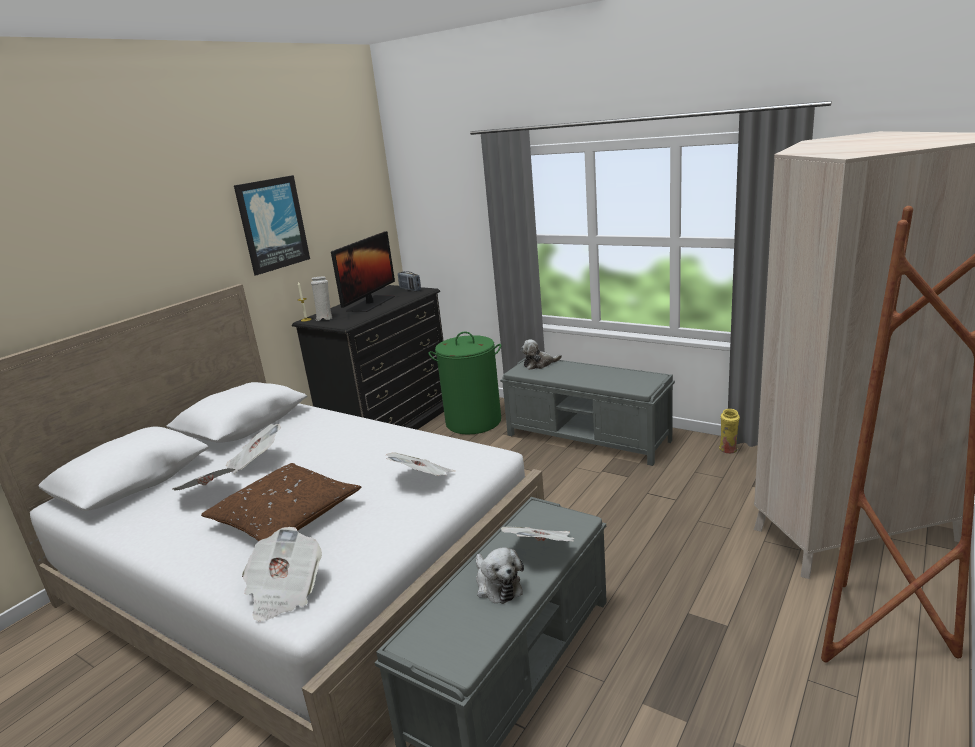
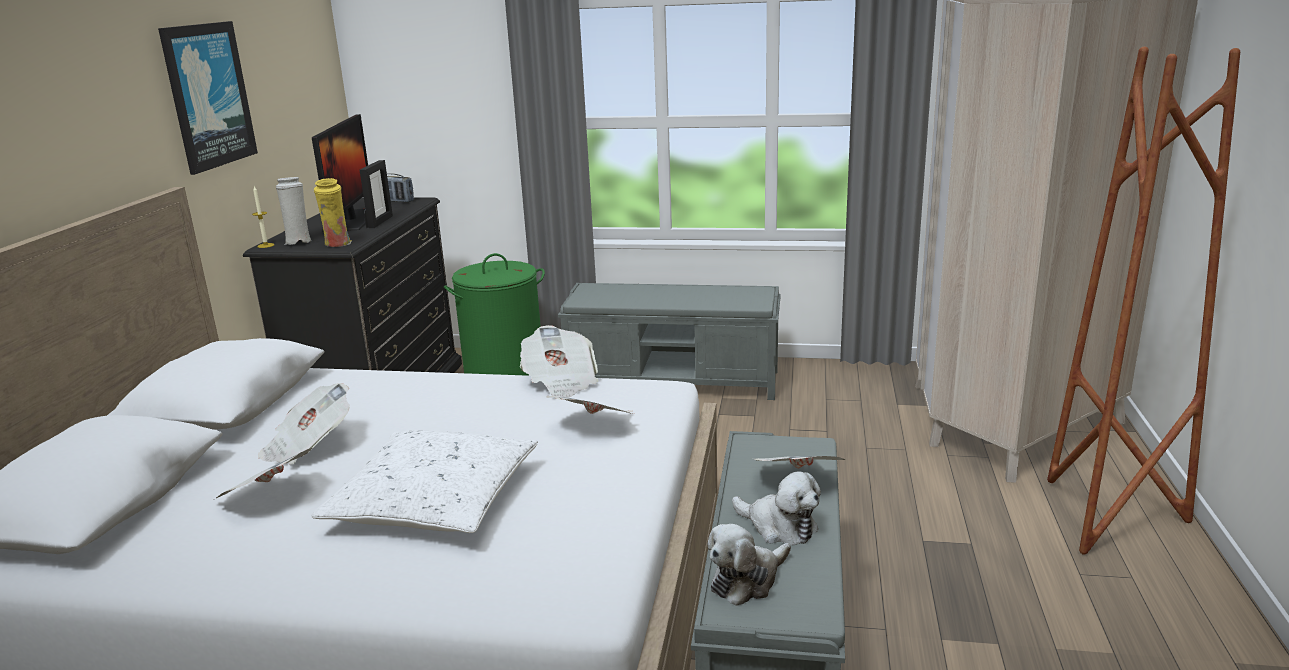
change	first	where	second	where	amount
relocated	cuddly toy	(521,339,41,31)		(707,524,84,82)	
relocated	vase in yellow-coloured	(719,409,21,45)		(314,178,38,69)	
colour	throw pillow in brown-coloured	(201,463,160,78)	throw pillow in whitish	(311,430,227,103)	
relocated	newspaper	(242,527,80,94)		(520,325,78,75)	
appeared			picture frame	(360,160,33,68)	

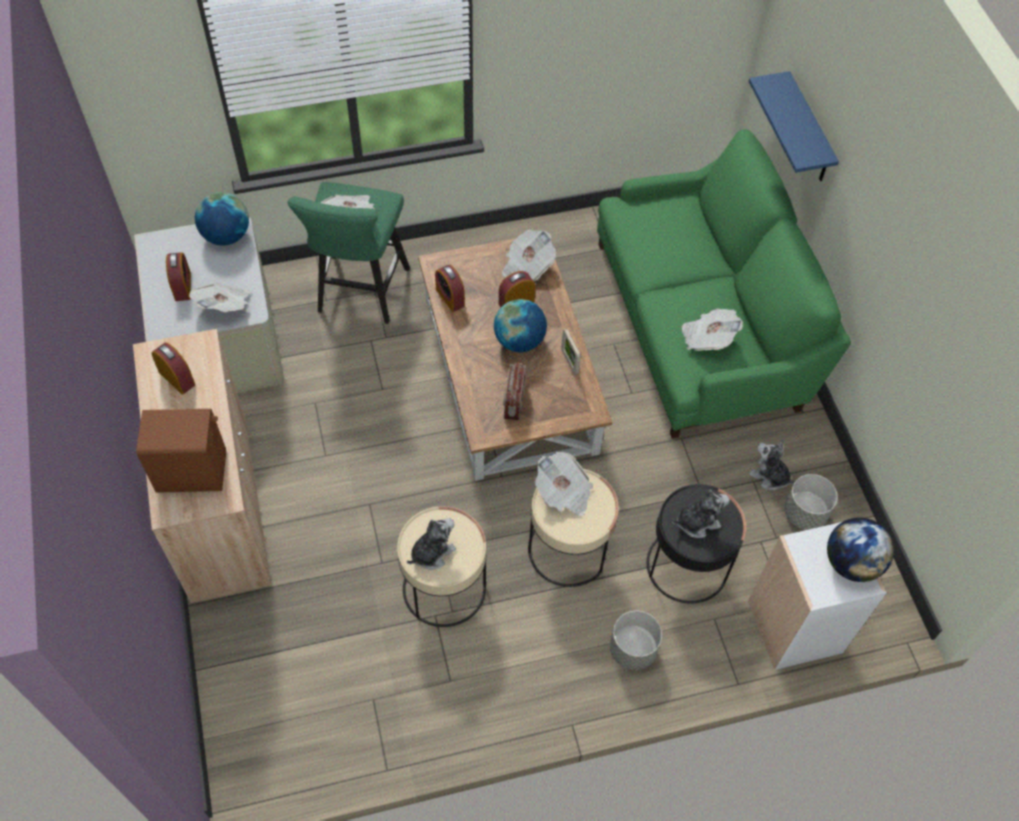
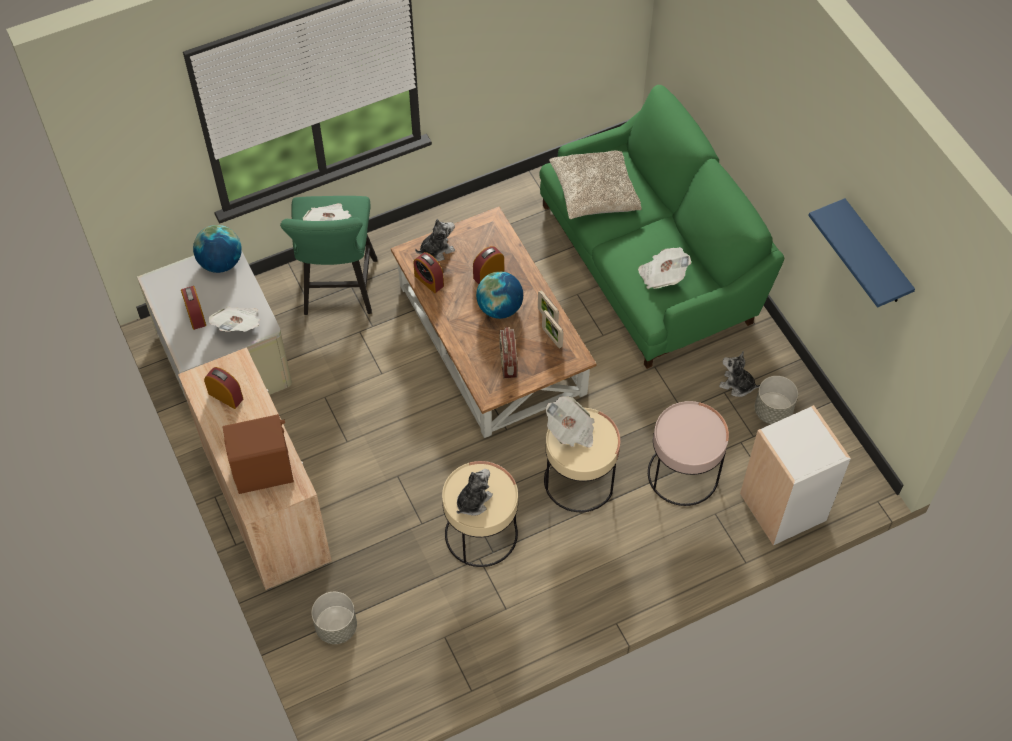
change	first	where	second	where	amount
relocated	bracket shelf in blue-coloured	(749,71,90,110)		(808,198,107,109)	
missing	newspaper	(502,229,54,52)			
colour	accent table in black	(646,484,100,120)	accent table in pinkish	(648,401,81,105)	
relocated	cuddly toy	(672,489,58,49)		(415,219,40,42)	
missing	world globe	(827,517,67,65)			
relocated	plant pot in greyish	(610,610,52,60)		(311,592,46,52)	
appeared			throw pillow in sand-coloured	(549,151,93,68)	
appeared			picture frame	(542,310,22,39)	

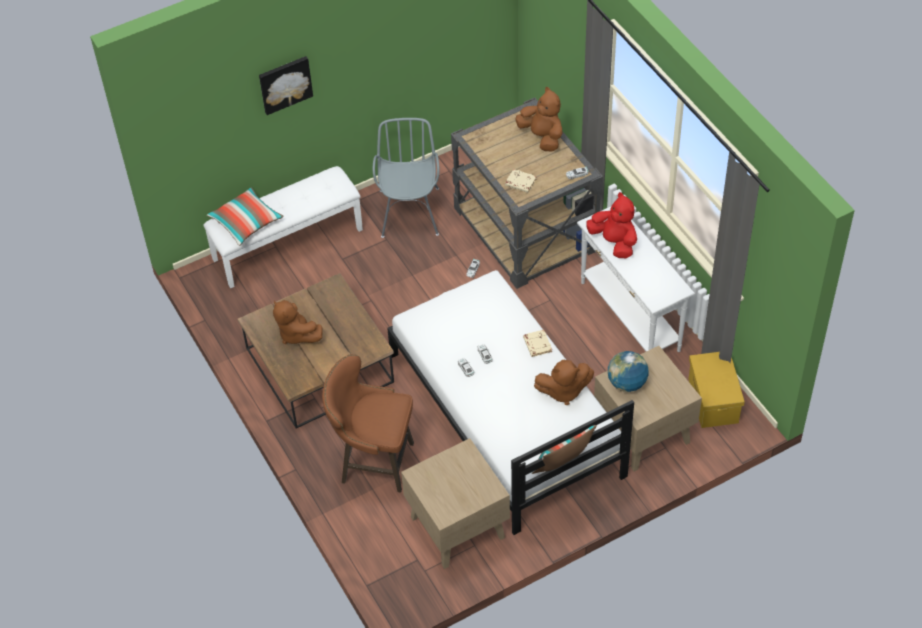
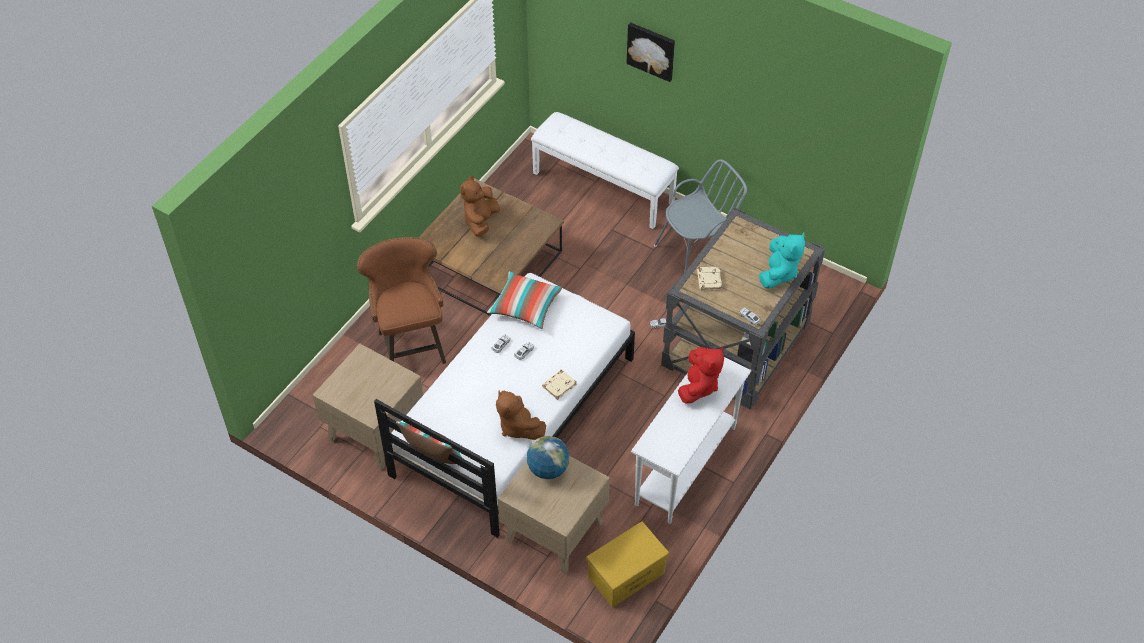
change	first	where	second	where	amount
colour	cuddly toy in brown-coloured	(515,87,48,64)	cuddly toy in turquoise	(759,233,46,55)	
relocated	throw pillow	(207,188,77,58)		(487,271,75,58)	

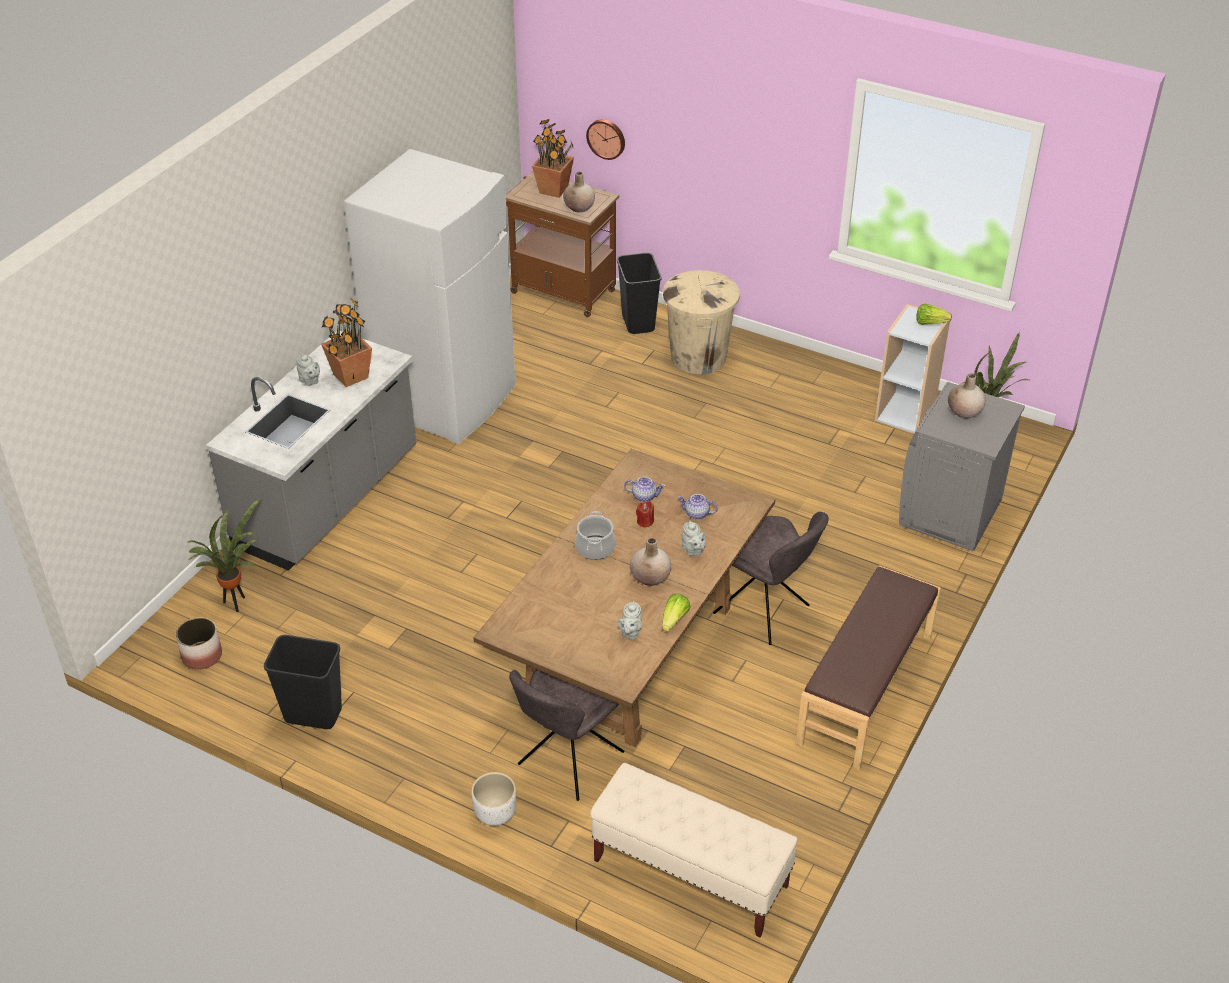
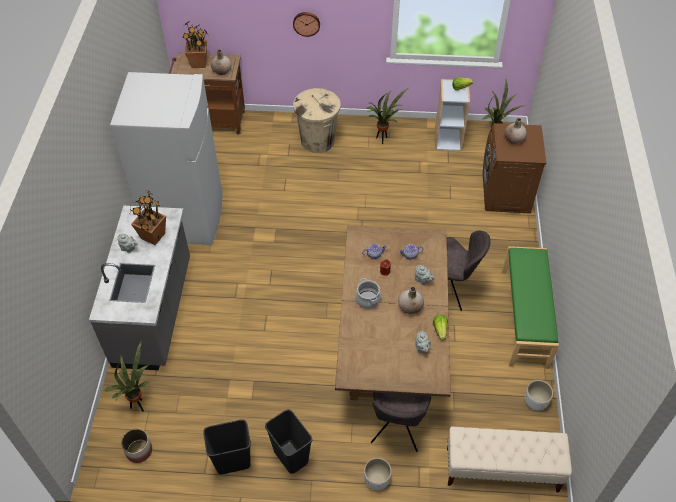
change	first	where	second	where	amount
relocated	clock on the wall	(586,119,39,41)		(293,12,27,25)	
relocated	waste bin in black	(617,253,44,81)		(265,409,47,65)	
colour	laundry machine in greyish	(899,381,126,171)	laundry machine in brown-coloured	(483,123,63,91)	
colour	indoor bench in brown-coloured	(796,565,145,205)	indoor bench in green	(502,246,57,123)	
appeared			houseplant	(367,88,41,56)	
appeared			plant pot in whitish	(525,380,28,31)	

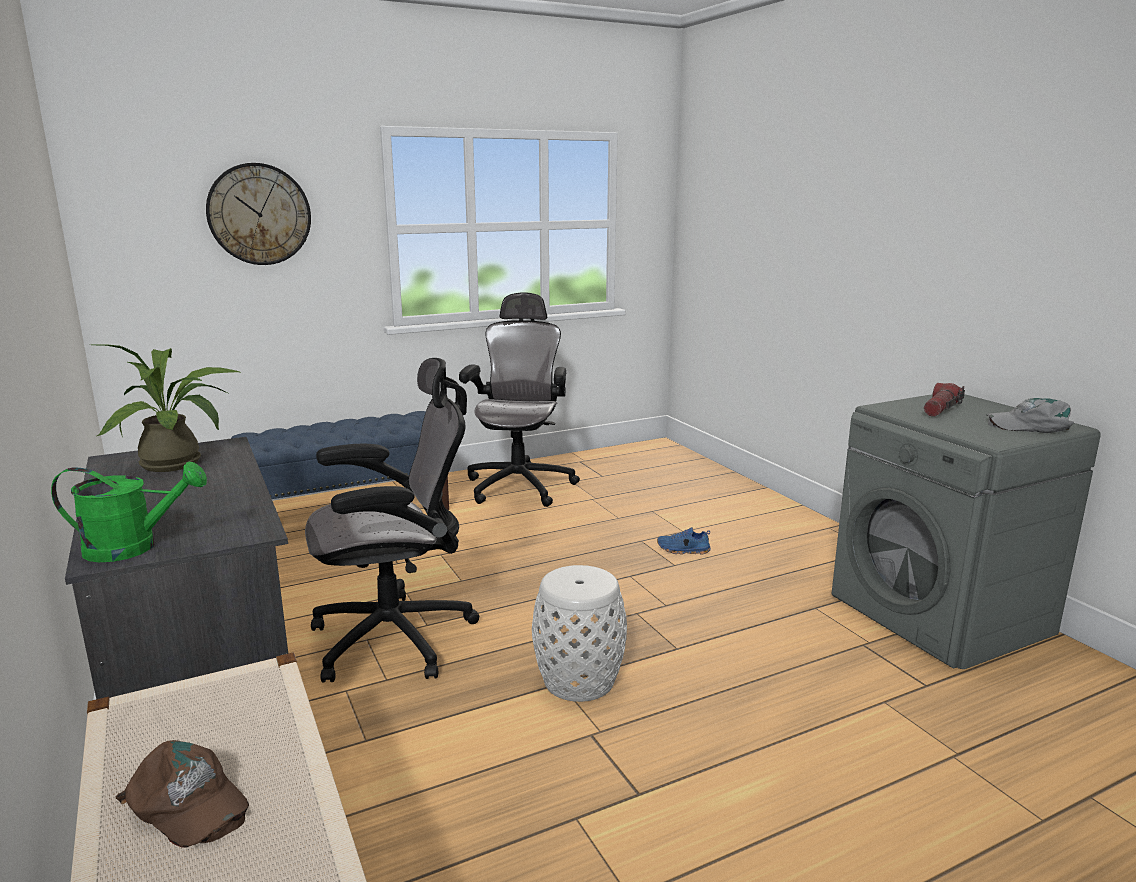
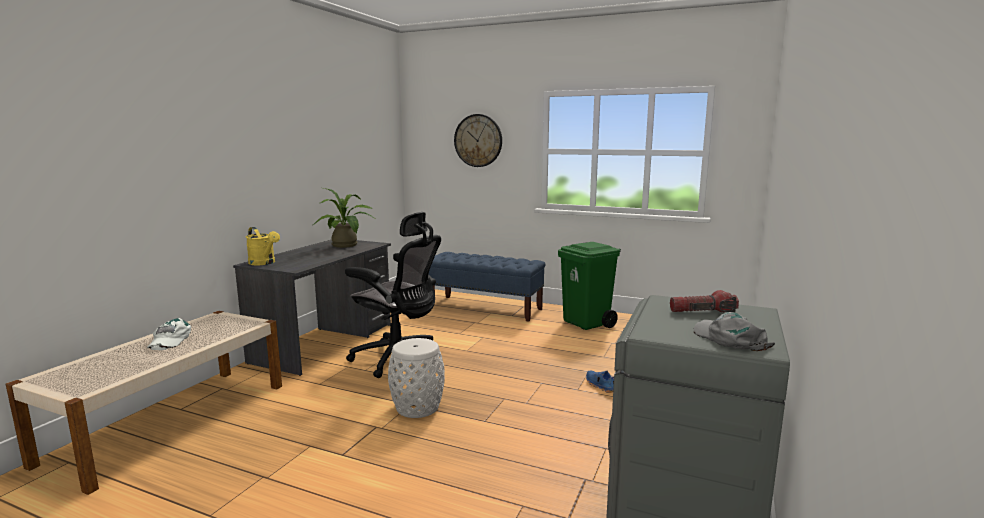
change	first	where	second	where	amount
exchanged	office chair	(459,292,121,215)	waste bin in green	(558,242,63,88)	
colour	sprinkling can in green	(51,462,156,100)	sprinkling can in yellow-coloured	(246,227,34,38)	
colour	cap in brown-coloured	(116,740,133,108)	cap in whitish	(147,318,44,32)	

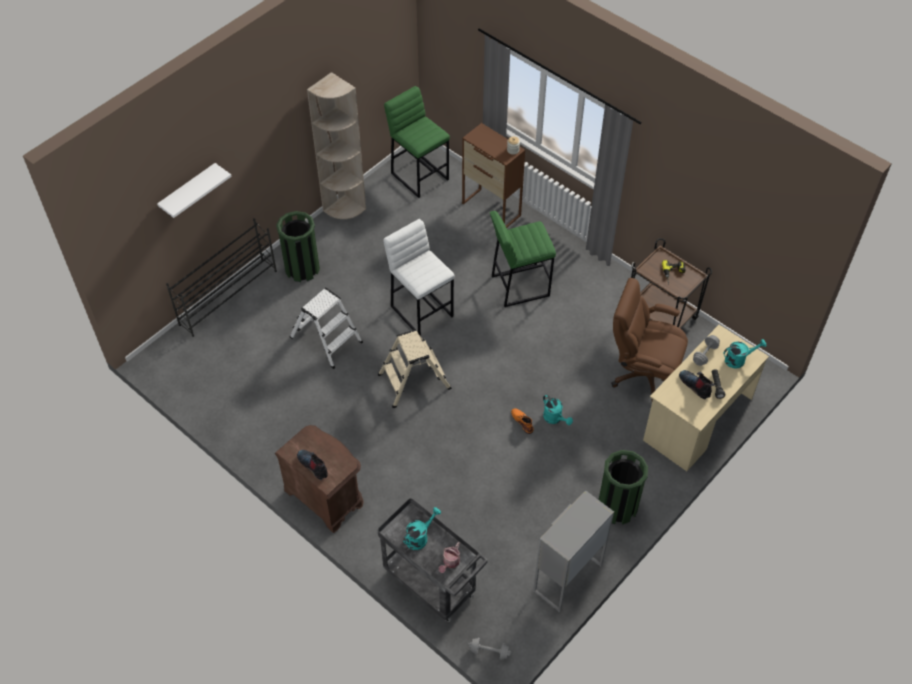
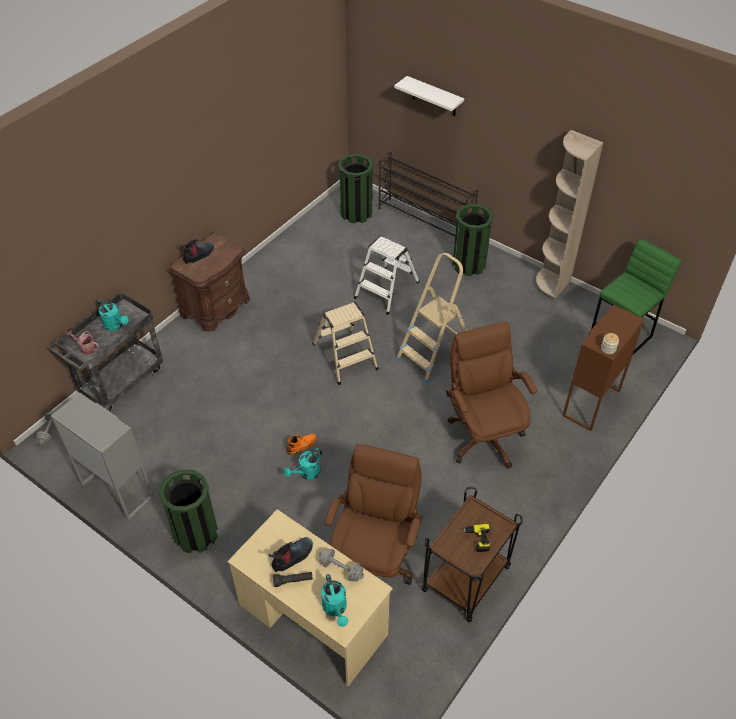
change	first	where	second	where	amount
exchanged	stool seat in green	(490,211,66,96)	office chair in brown-coloured	(446,322,91,146)	
exchanged	stool seat in whitish	(383,219,72,117)	step stool in sand-coloured	(396,253,71,130)	
appeared			waste bin in green	(338,154,36,70)	

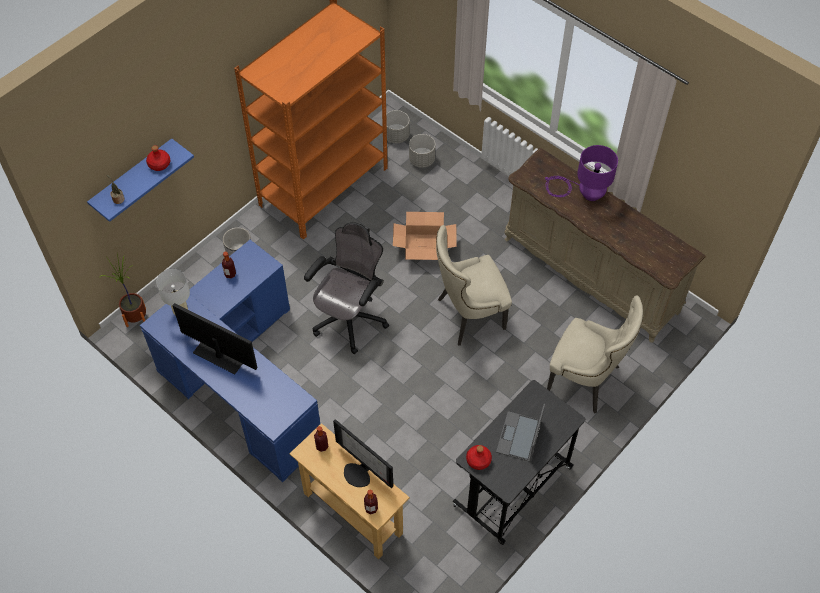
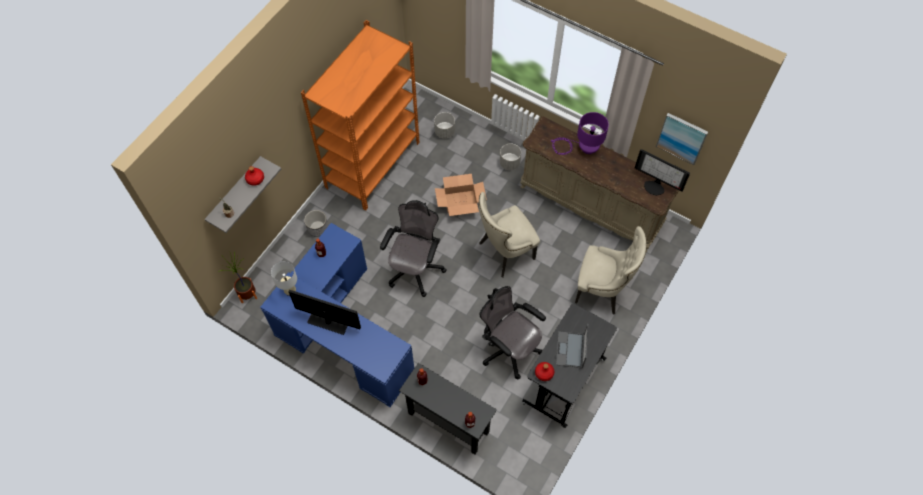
change	first	where	second	where	amount
relocated	plant pot in greyish	(386,110,23,33)		(500,144,21,26)	
colour	bracket shelf in blue-coloured	(87,138,107,84)	bracket shelf in greyish	(204,156,77,77)	
relocated	monitor	(333,419,60,69)		(635,149,55,46)	
colour	console table in sand-coloured	(290,423,120,136)	console table in black	(399,363,98,91)	
appeared			picture	(656,113,52,52)	
appeared			office chair	(480,286,66,94)	

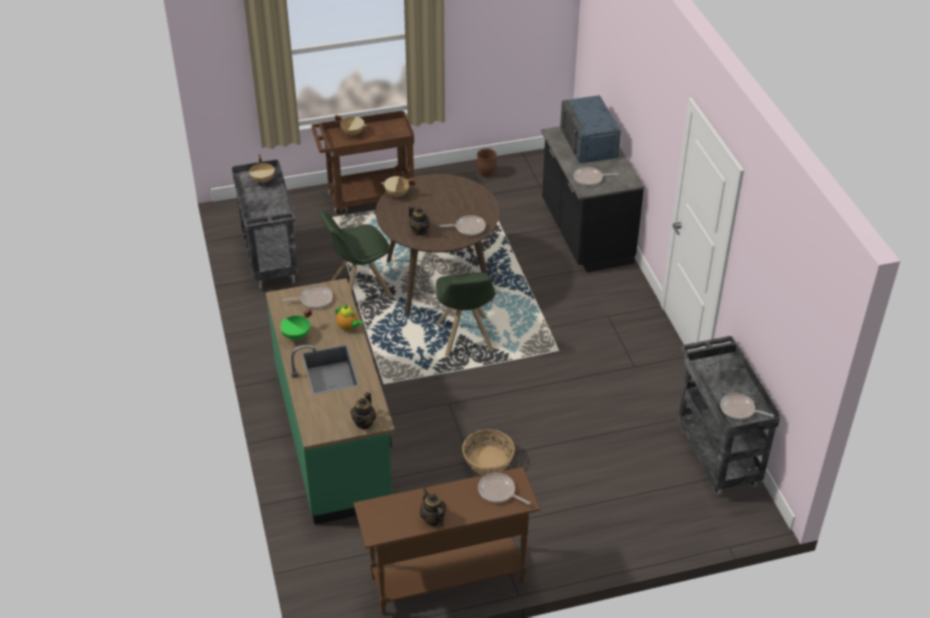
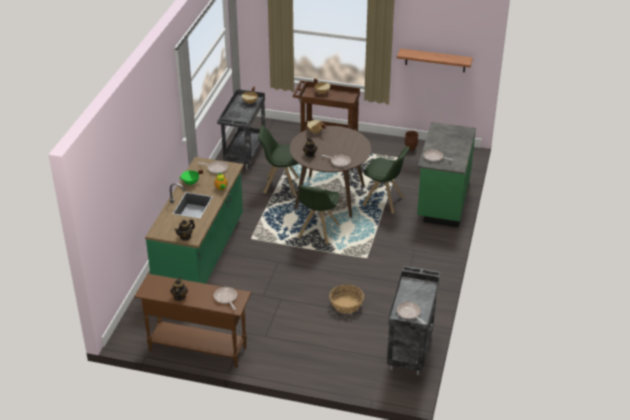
change	first	where	second	where	amount
missing	kitchen microwave in blue-coloured	(560,95,61,68)			
colour	counter in black	(541,126,103,146)	counter in green	(417,122,59,106)	
relocated	basket	(462,429,53,46)		(329,284,35,30)	
appeared			bracket shelf	(397,49,76,23)	
appeared			upright chair in green	(362,146,48,68)	

